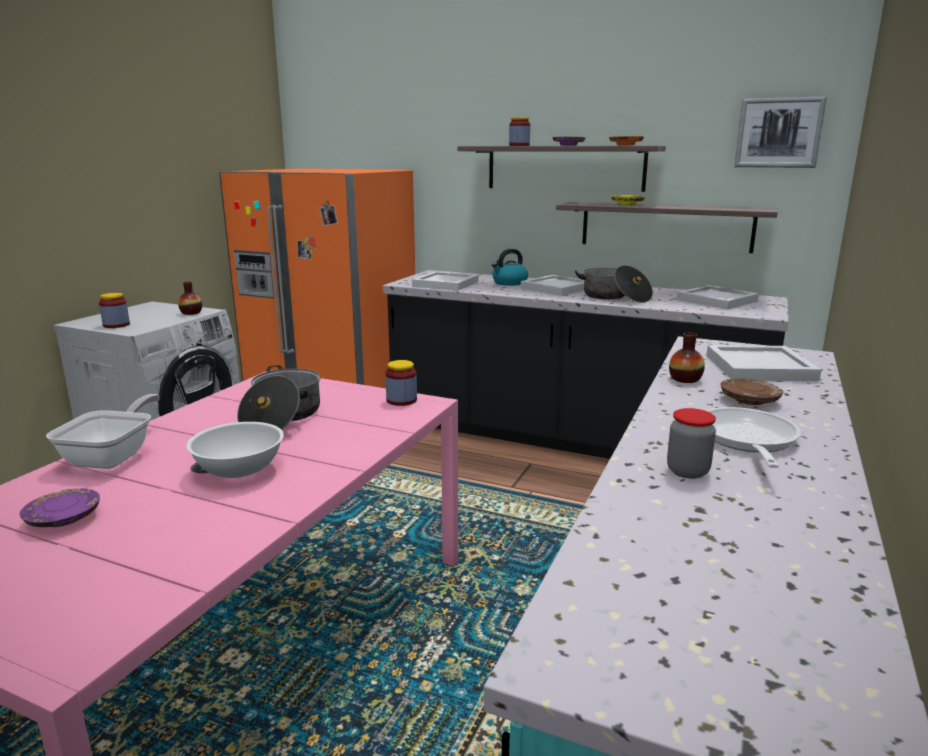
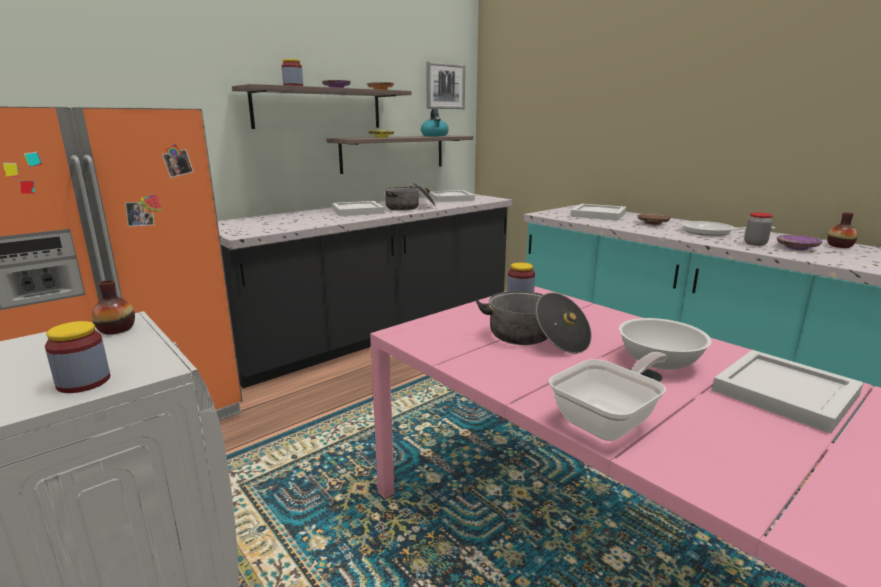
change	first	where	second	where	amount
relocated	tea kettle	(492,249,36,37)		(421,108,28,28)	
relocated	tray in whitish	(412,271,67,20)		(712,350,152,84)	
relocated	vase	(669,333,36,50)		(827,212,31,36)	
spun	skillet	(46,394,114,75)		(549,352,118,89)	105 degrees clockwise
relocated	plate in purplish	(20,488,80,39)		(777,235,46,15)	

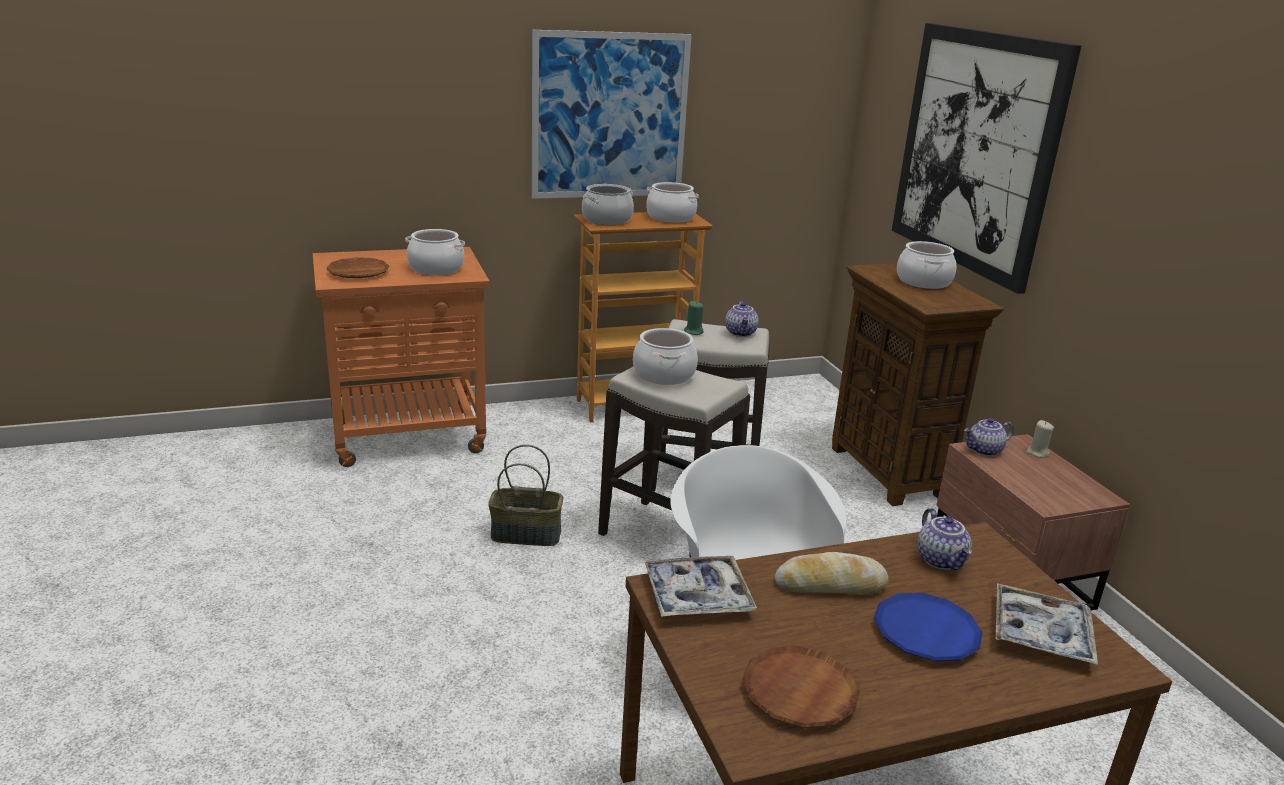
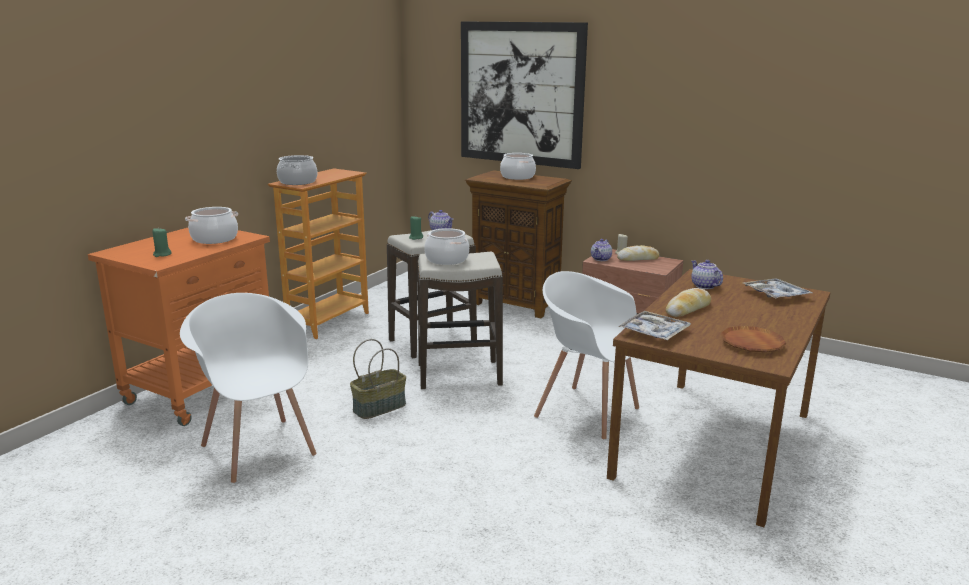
change	first	where	second	where	amount
missing	picture	(532,30,160,169)			
missing	saucepot	(646,182,53,41)			
exchanged	plate in brown-coloured	(326,257,63,21)	candle in green	(152,227,20,30)	
spun	tea pot	(917,508,55,62)		(691,260,32,29)	150 degrees counterclockwise
missing	plate in blue-coloured	(874,593,109,68)			
appeared			bread	(617,245,42,16)	
appeared			upright chair in whitish	(180,293,137,190)	

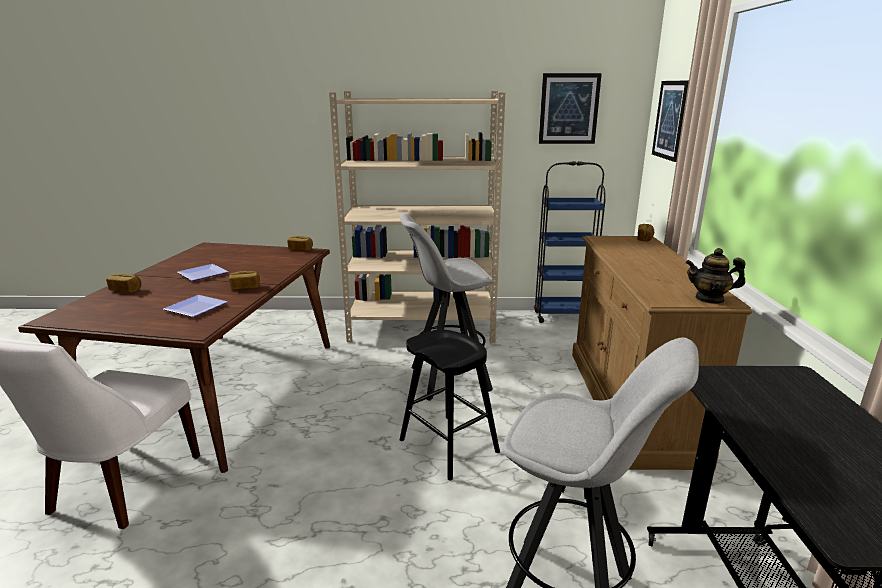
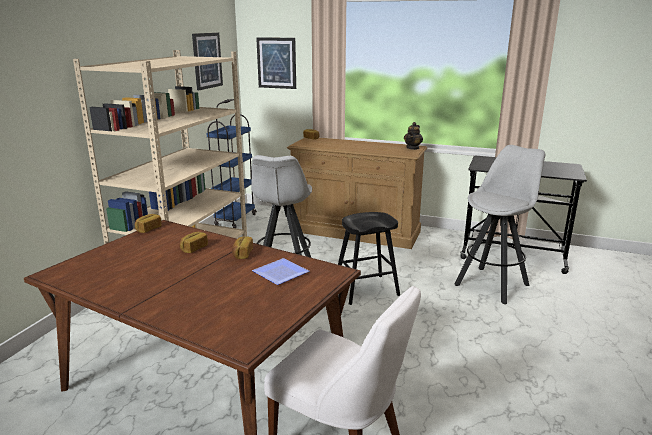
change	first	where	second	where	amount
missing	plate	(177,264,51,17)			
relocated	bread	(106,273,35,19)		(179,232,29,21)	

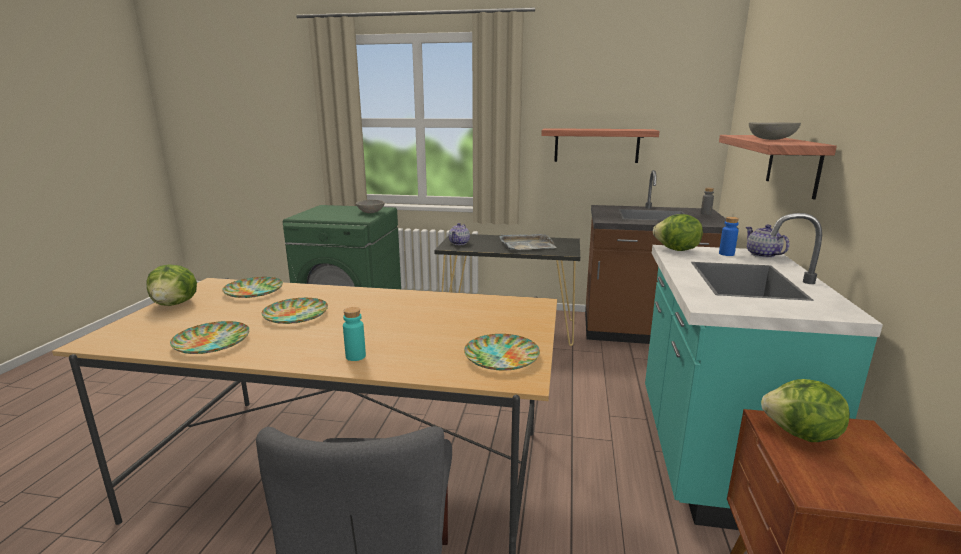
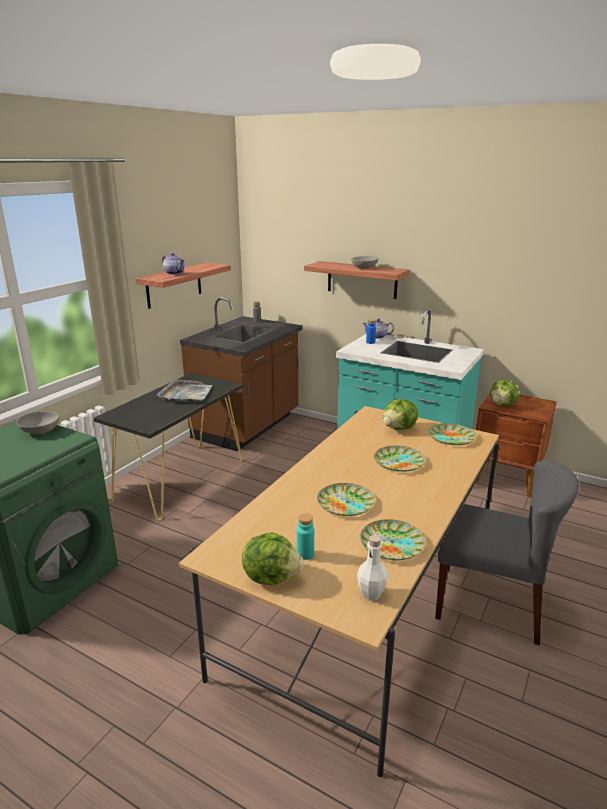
change	first	where	second	where	amount
relocated	lettuce head	(653,214,50,37)		(383,399,35,31)	
relocated	tea pot	(449,223,21,22)		(162,253,23,22)	
relocated	plate	(222,277,61,21)		(374,446,51,26)	
relocated	drink bottle in turquoise	(343,307,23,54)		(297,513,17,47)	
appeared			drink bottle in whitish	(357,535,32,66)	

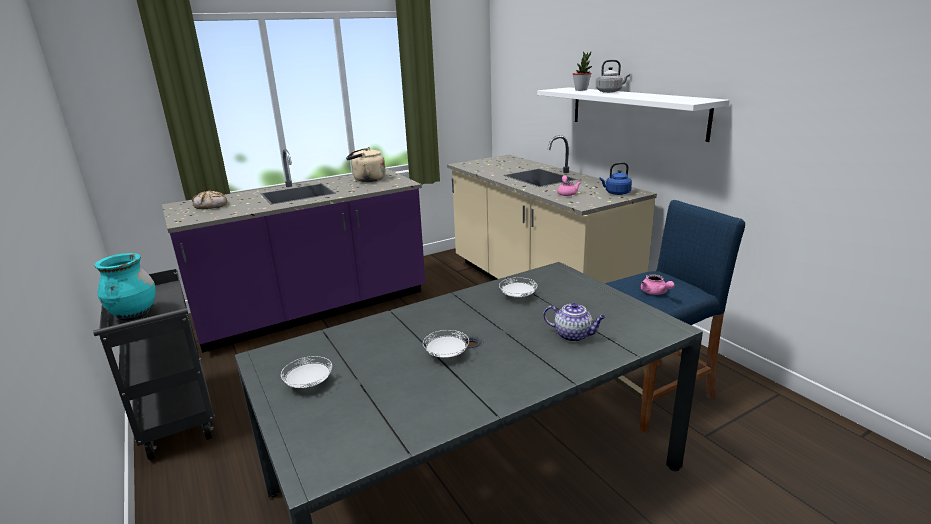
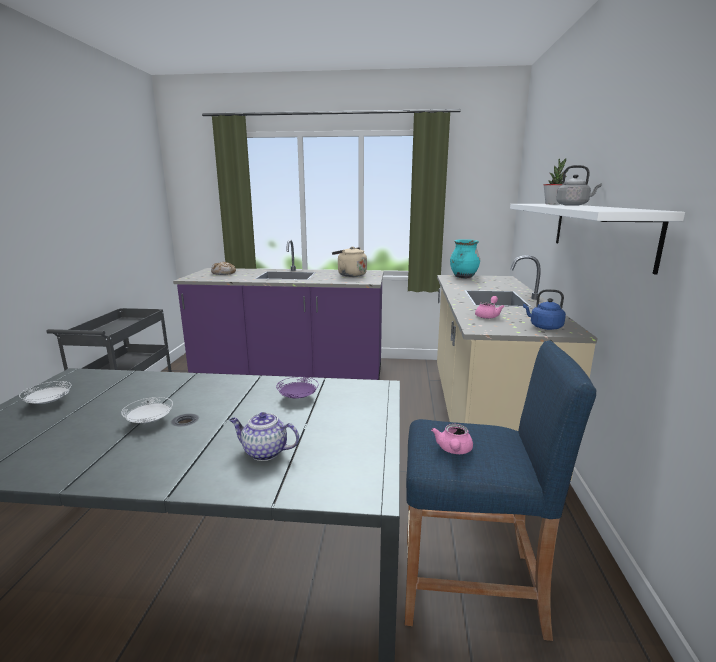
change	first	where	second	where	amount
relocated	vase in turquoise	(94,253,62,68)		(450,239,30,39)	
colour	plate in whitish	(499,277,38,21)	plate in purplish	(276,377,43,22)	
spun	tea pot	(543,303,63,39)		(230,412,69,49)	135 degrees clockwise

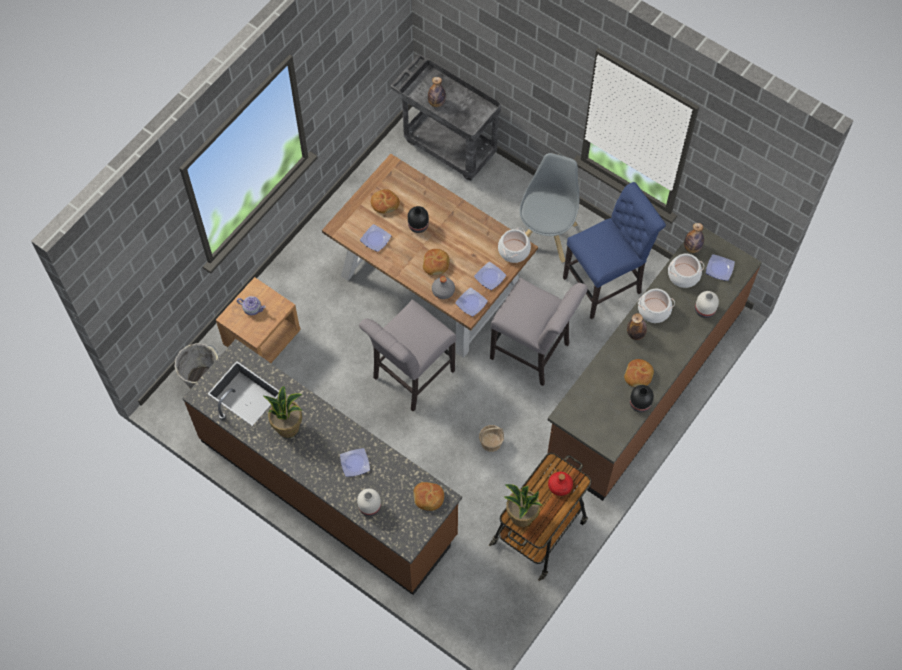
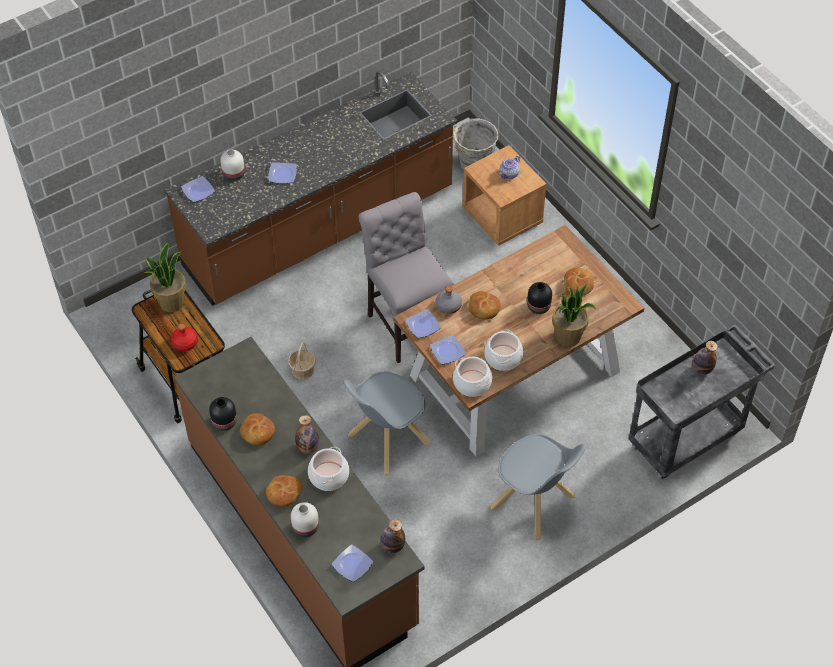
change	first	where	second	where	amount
missing	stool seat in blue-coloured	(563,182,103,137)			
relocated	plate	(360,224,31,28)		(181,176,34,26)	
relocated	saucepot	(668,254,36,34)		(484,329,39,42)	
exchanged	stool seat in greyish	(490,278,98,108)	upright chair in greyish	(344,372,87,103)	
relocated	houseplant	(263,386,39,52)		(552,284,44,63)	
relocated	bread	(413,482,31,29)		(266,475,37,32)	

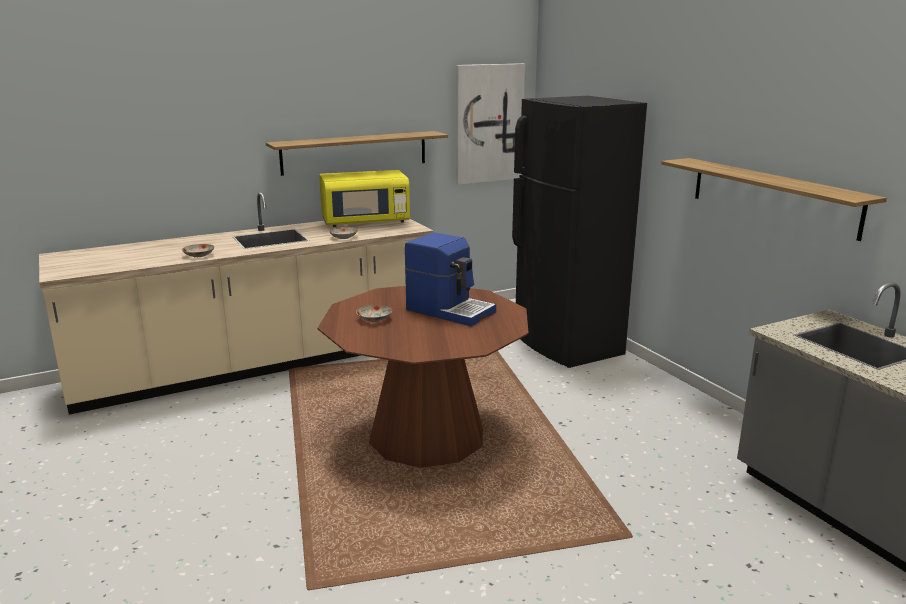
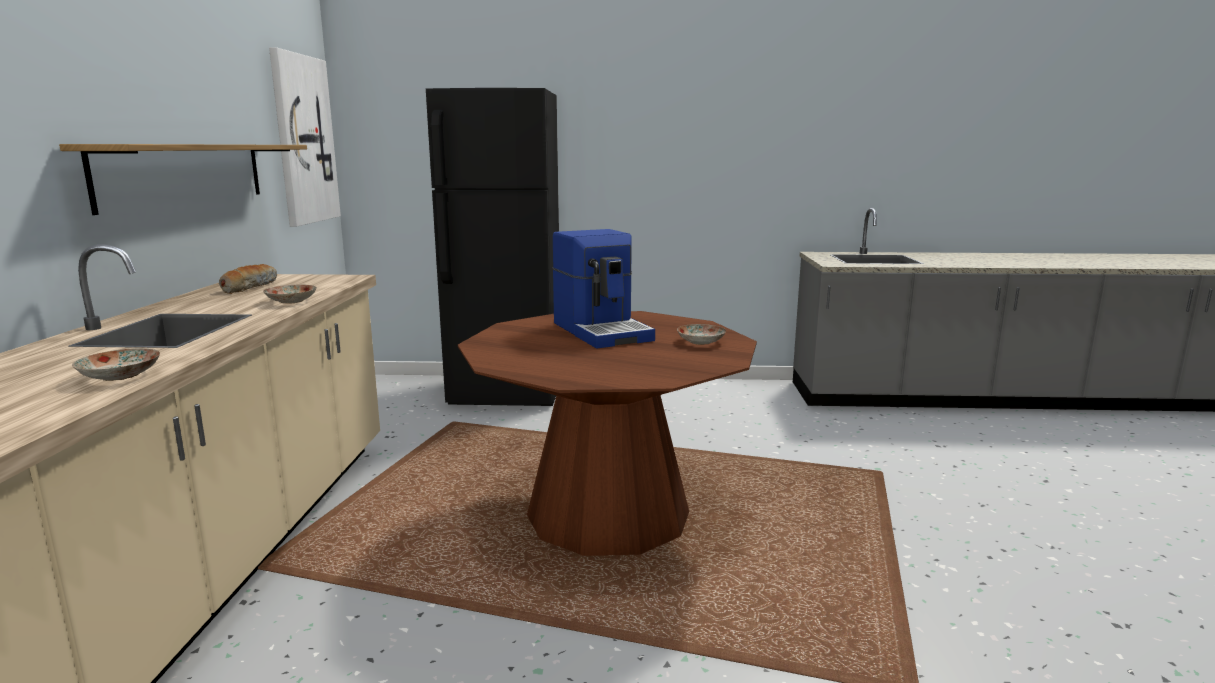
change	first	where	second	where	amount
missing	bracket shelf	(661,158,226,83)			
exchanged	kitchen microwave in yellow-coloured	(319,170,91,57)	bread	(219,264,58,30)	
spun	coffee machine	(405,233,91,93)		(552,229,103,119)	90 degrees clockwise
relocated	plate	(356,305,36,17)		(677,324,49,21)	

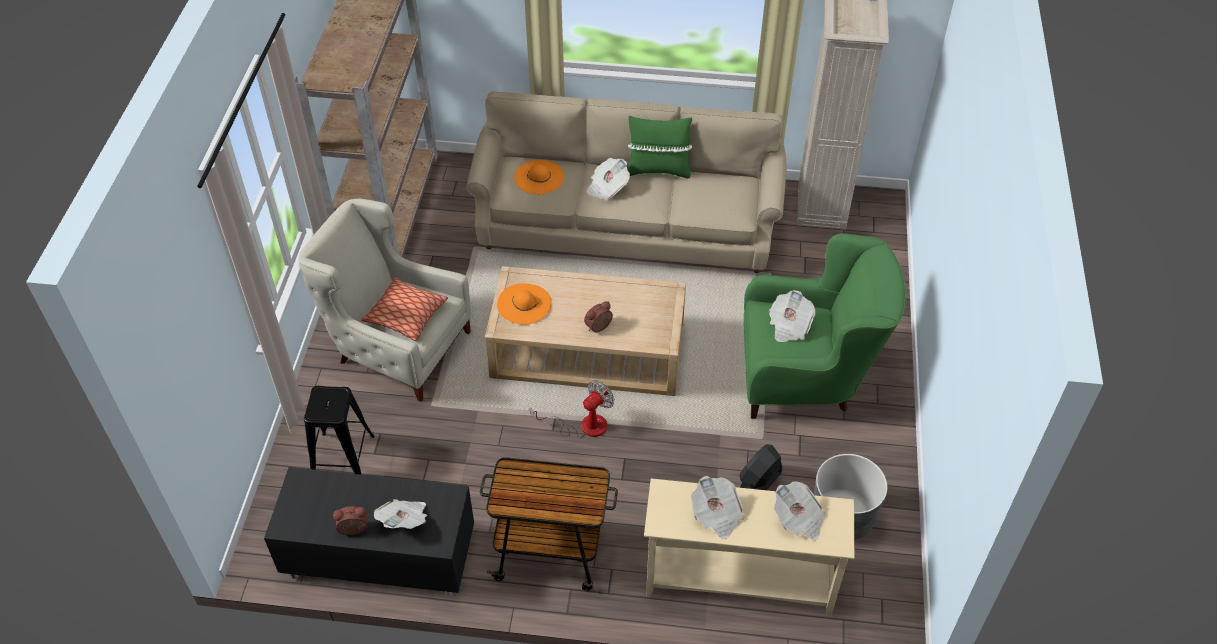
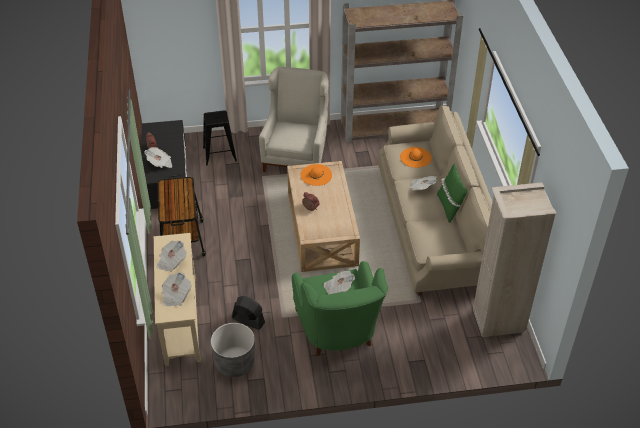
change	first	where	second	where	amount
missing	throw pillow	(361,277,87,64)			
missing	electric fan	(530,380,84,58)			

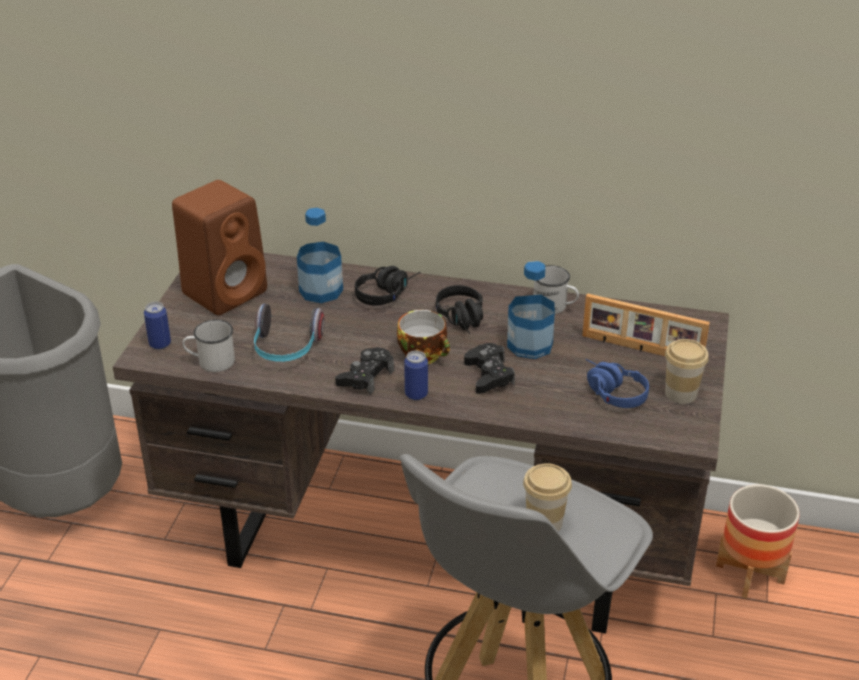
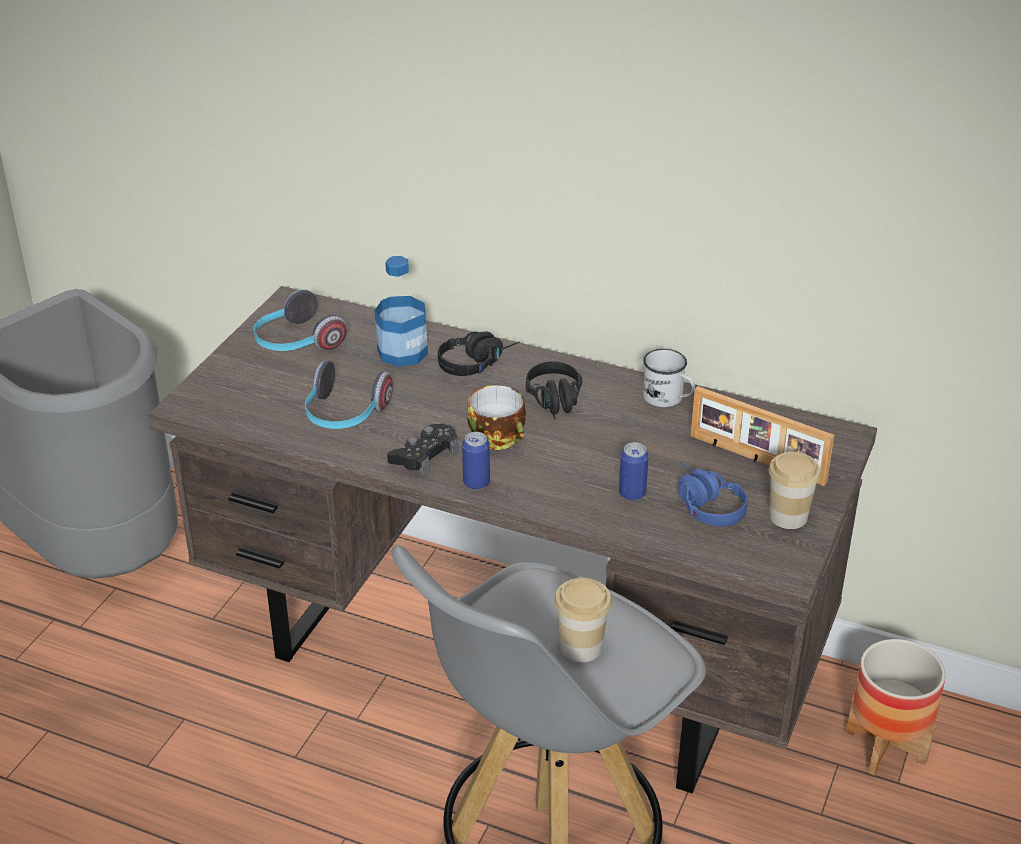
change	first	where	second	where	amount
exchanged	loudspeaker in brown-coloured	(172,180,95,135)	headset	(254,290,93,61)	
missing	drink bottle	(507,261,48,98)			
relocated	sealed can	(144,302,27,47)		(619,442,30,59)	
missing	tea mug in whitish	(182,320,53,52)			
missing	game controller in black	(464,343,51,51)			

